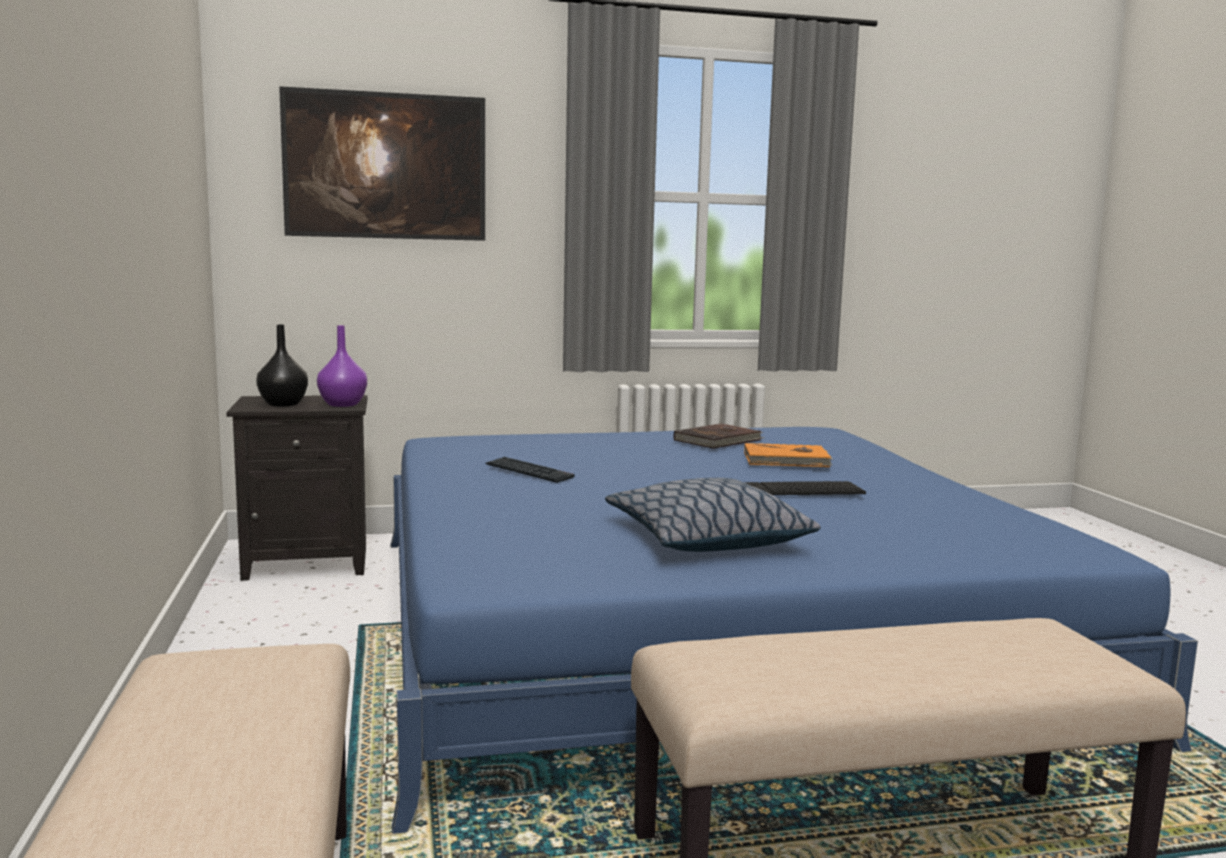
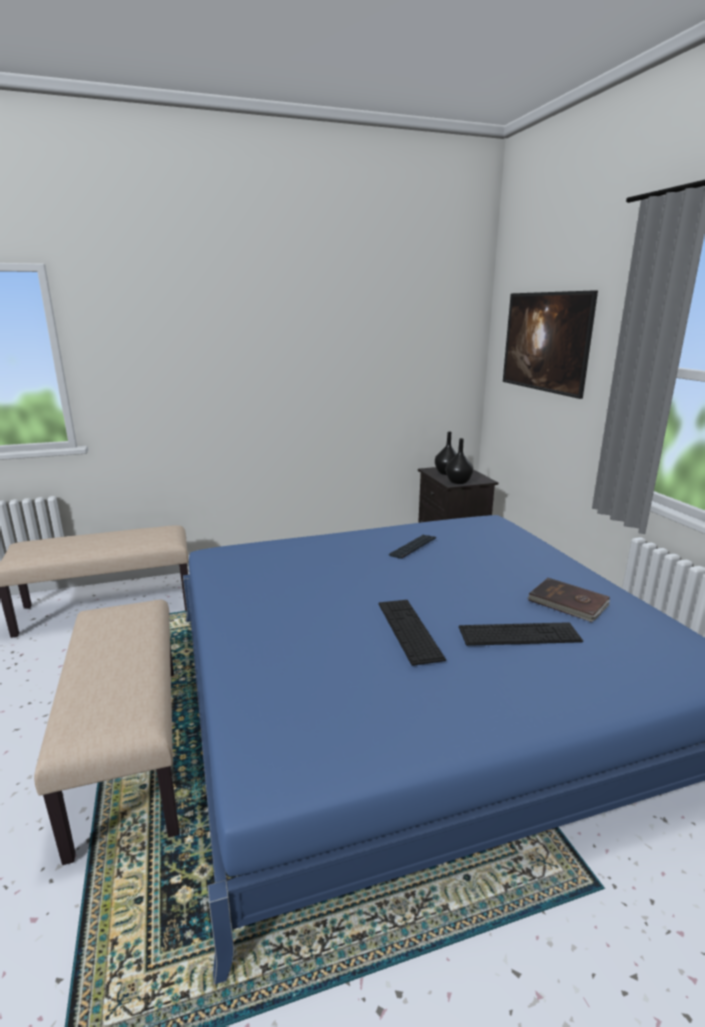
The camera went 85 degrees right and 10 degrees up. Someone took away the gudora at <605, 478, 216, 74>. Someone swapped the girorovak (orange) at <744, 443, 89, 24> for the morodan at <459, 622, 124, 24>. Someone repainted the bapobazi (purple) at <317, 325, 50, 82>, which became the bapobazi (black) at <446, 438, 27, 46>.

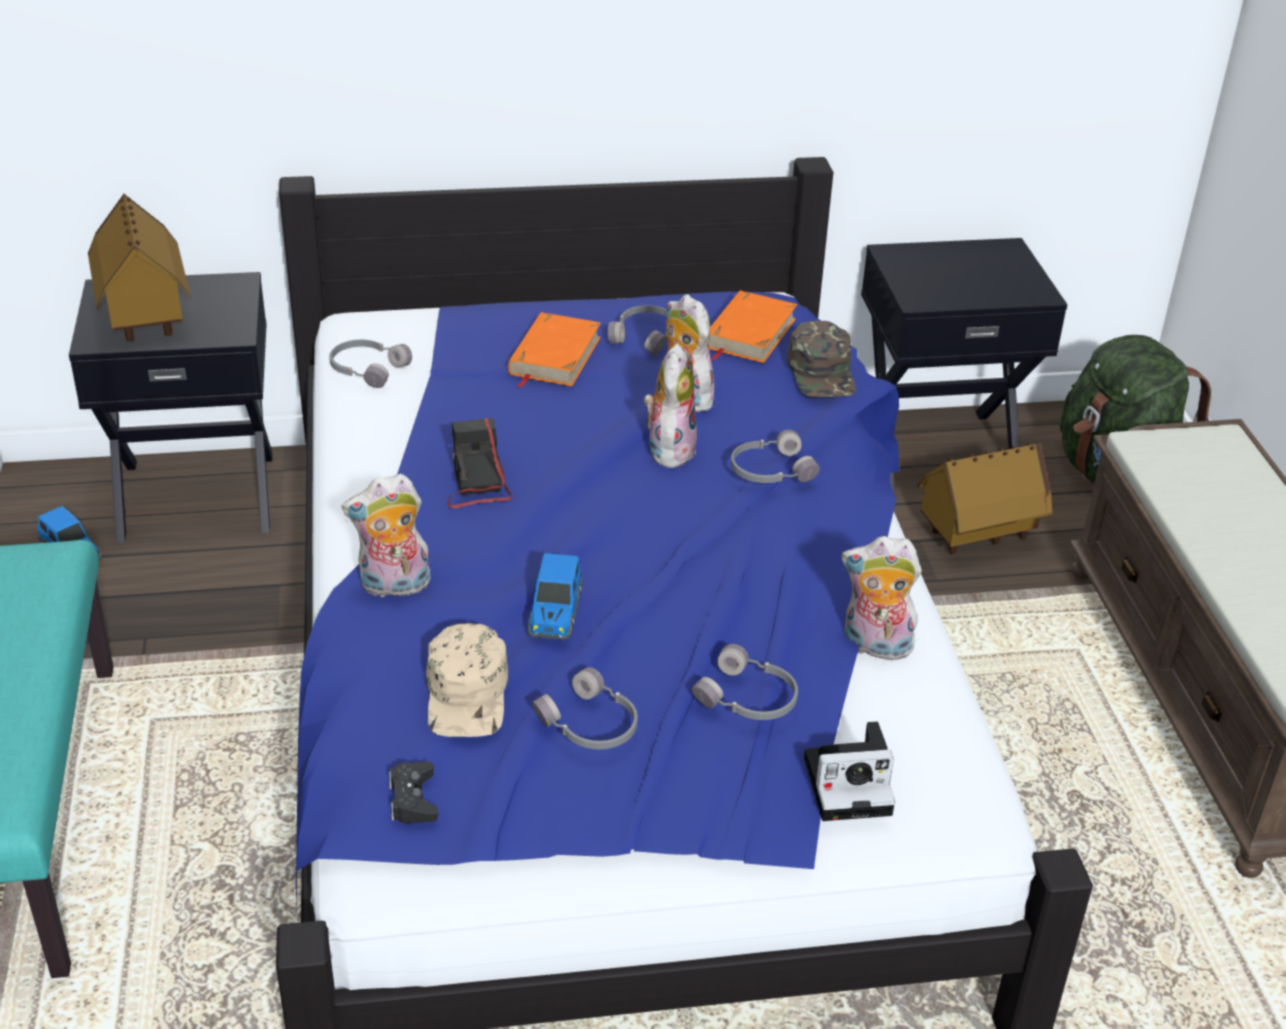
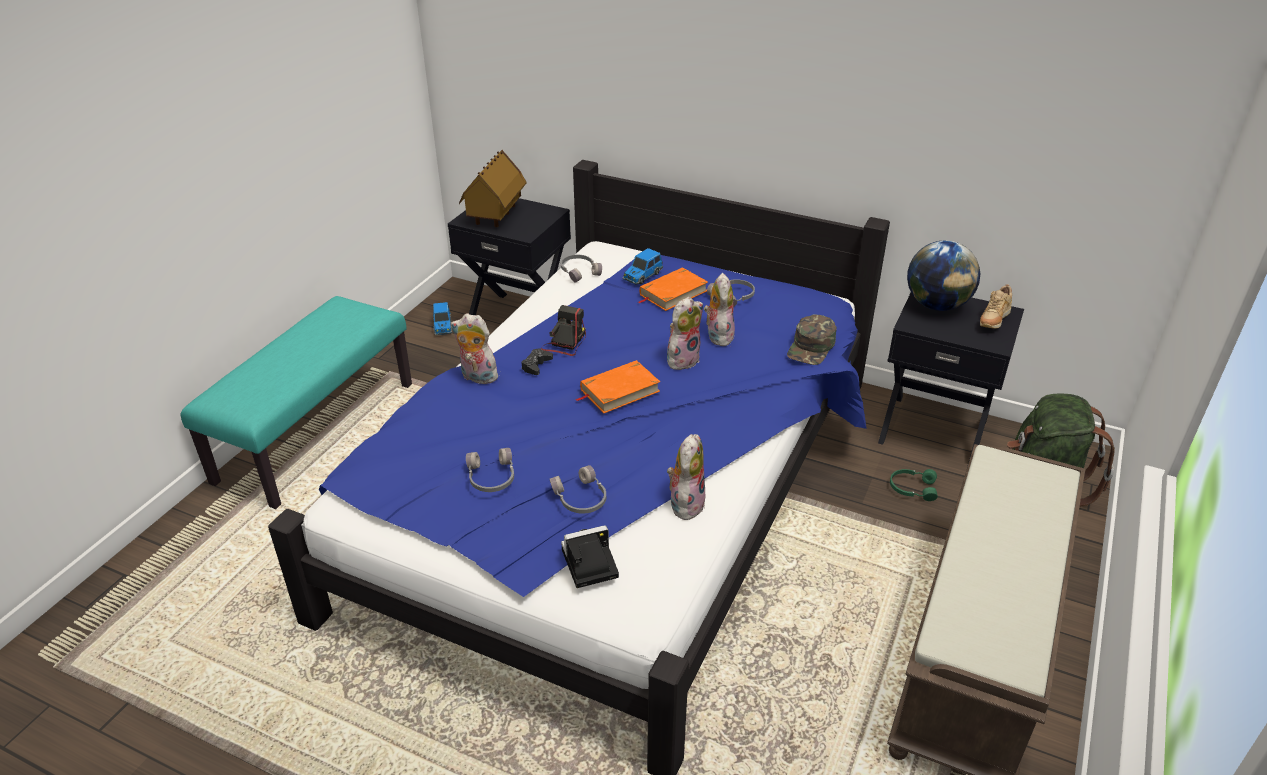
The camera went 35 degrees right and 0 degrees up. Someone took away the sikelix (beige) at <426, 623, 82, 114>. Someone took away the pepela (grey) at <731, 430, 89, 53>. Someone put down the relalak at <907, 241, 73, 70>. Someone put down the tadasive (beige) at <980, 284, 32, 45>. Someone carried the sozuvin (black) from <389, 761, 49, 63> to <522, 349, 31, 26>. Someone carried the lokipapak from <528, 553, 55, 87> to <623, 248, 40, 37>. Someone carried the girorovak (orange) from <709, 290, 88, 73> to <576, 360, 84, 53>. Someone swapped the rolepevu at <917, 443, 136, 111> for the pepela (green) at <890, 469, 48, 32>. Someone rotated the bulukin at <804, 721, 91, 100> by 135 degrees clockwise. Someone rotated the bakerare at <842, 536, 80, 124> by 60 degrees clockwise.

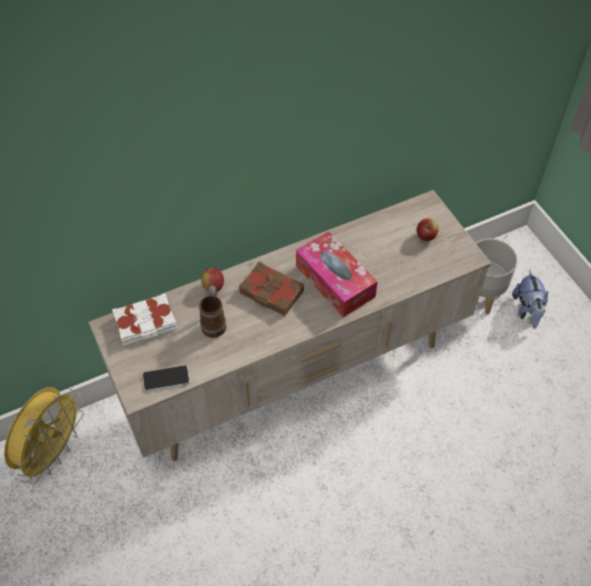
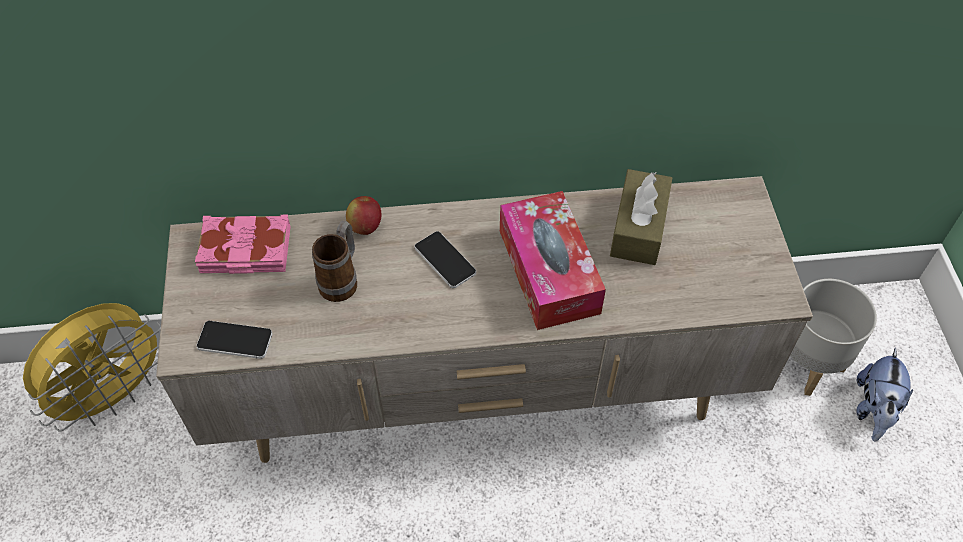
The camera went 20 degrees right and 0 degrees up. Someone took away the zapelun at <417, 219, 22, 22>. Someone put down the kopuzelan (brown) at <610, 169, 62, 96>. Someone swapped the girorovak (brown) at <239, 261, 65, 55> for the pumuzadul at <414, 231, 62, 57>. Someone repainted the girorovak (white) at <112, 293, 65, 53>, which became the girorovak (pink) at <195, 214, 96, 60>.

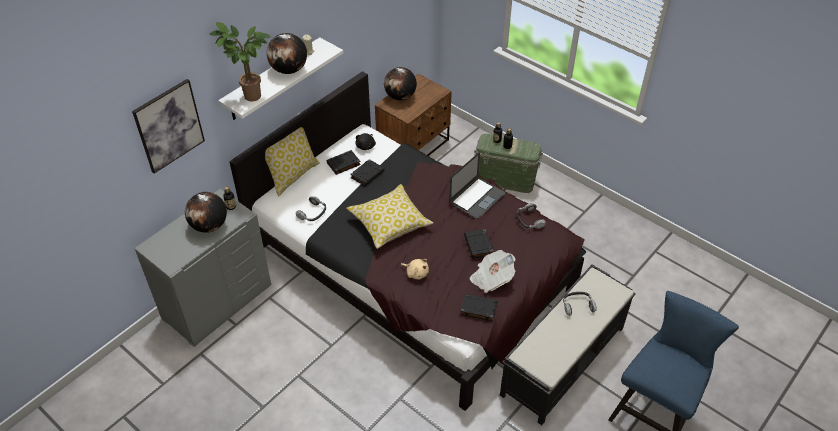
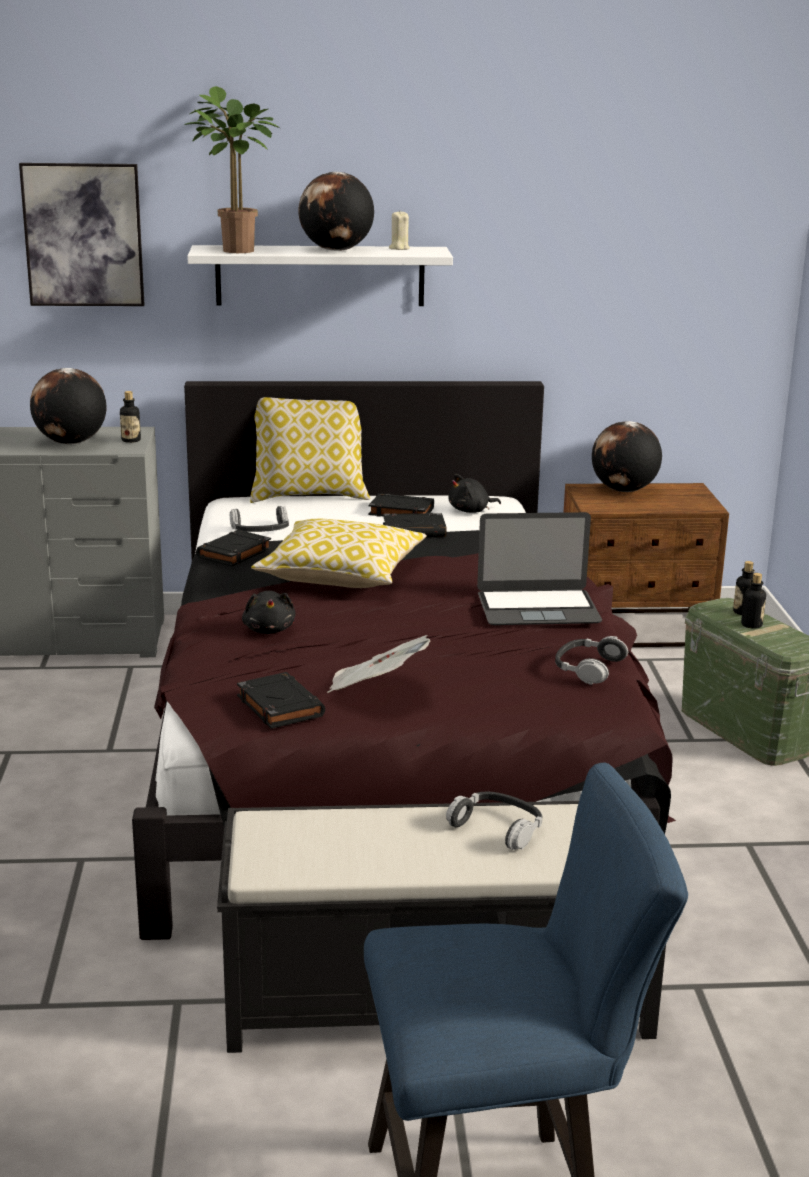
The camera went 45 degrees right and 25 degrees down. Someone carried the girorovak (black) from <464, 229, 30, 30> to <196, 530, 75, 37>. Someone repainted the bakerare (beige) at <401, 259, 28, 20>, which became the bakerare (black) at <242, 591, 54, 43>.

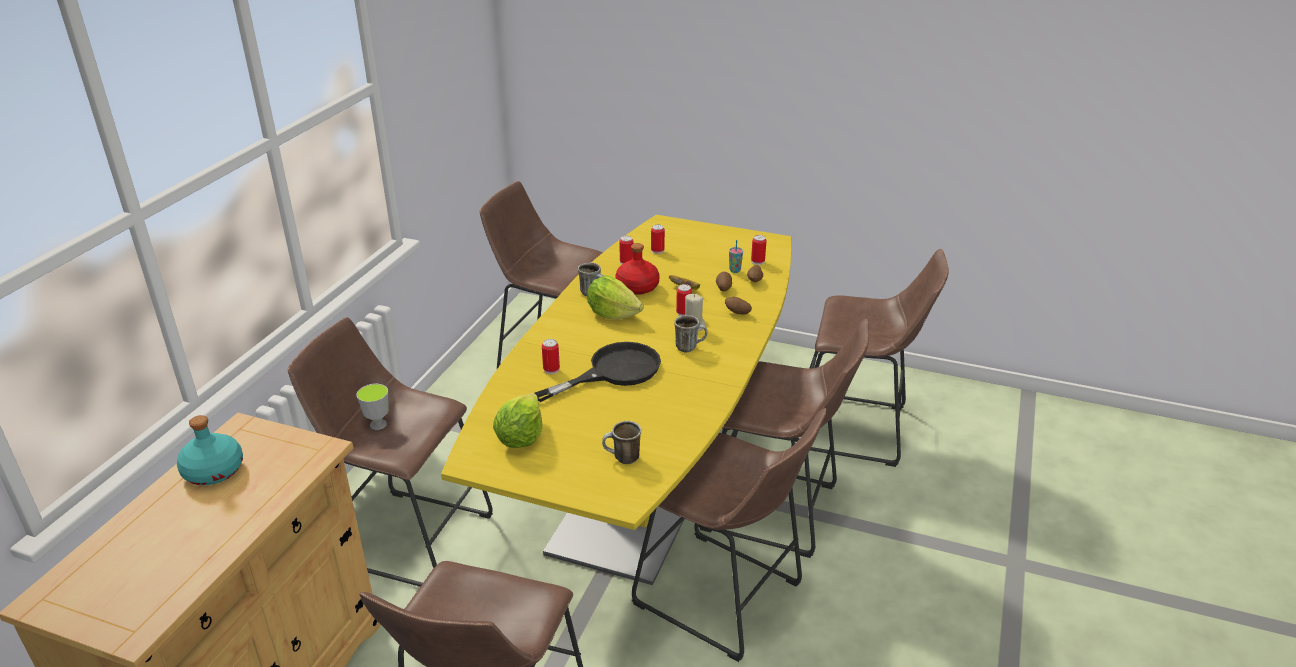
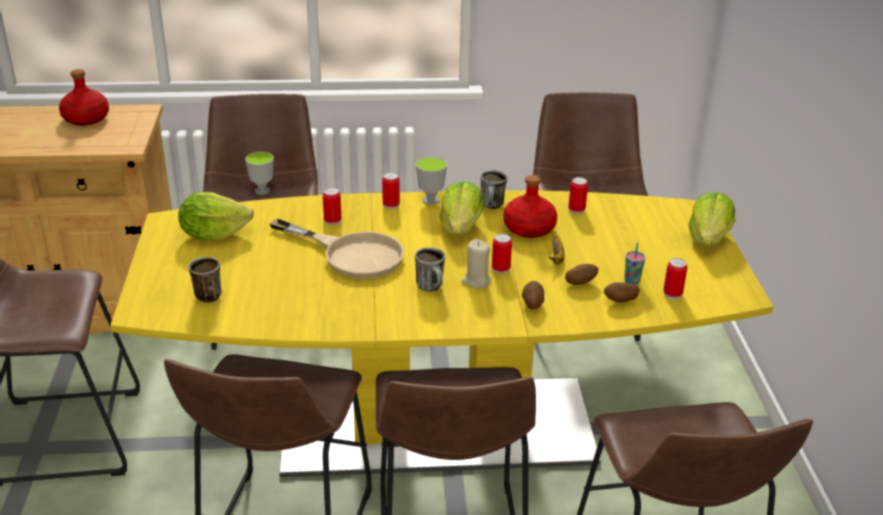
The camera went 65 degrees right and 0 degrees up. Someone put down the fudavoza at <416, 157, 31, 48>. Someone put down the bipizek at <688, 192, 47, 54>. Someone carried the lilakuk from <651, 224, 14, 30> to <382, 172, 18, 37>. Someone repainted the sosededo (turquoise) at <177, 415, 66, 70>, which became the sosededo (red) at <59, 69, 50, 57>. Someone repainted the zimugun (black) at <535, 342, 126, 60>, which became the zimugun (beige) at <270, 218, 134, 61>.

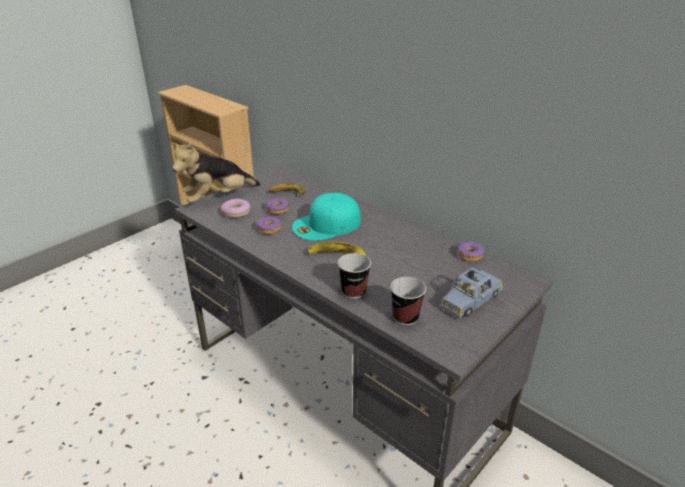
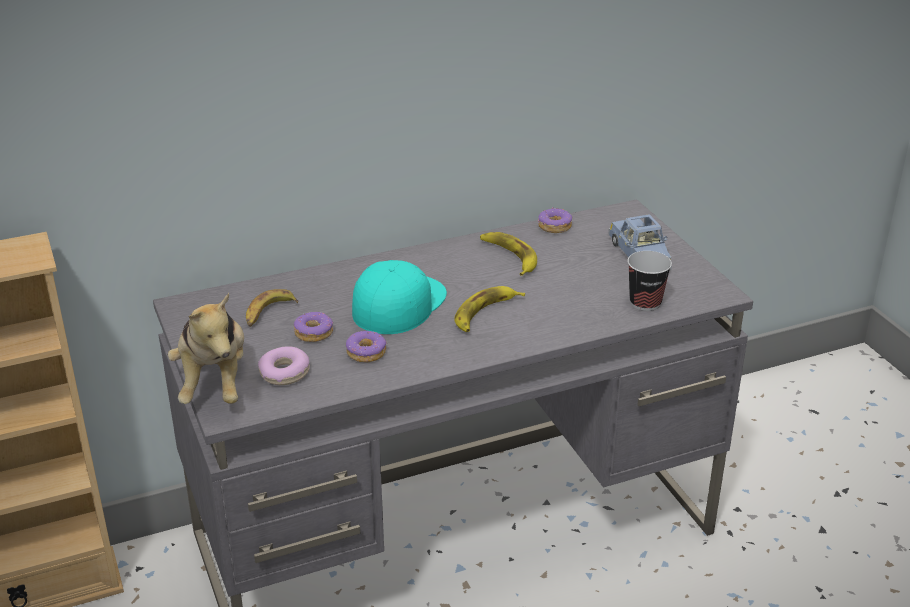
The camera went 65 degrees left and 0 degrees up. Someone took away the fudavoza at <338, 253, 33, 46>. Someone put down the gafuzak at <480, 232, 57, 44>. Someone rotated the sikelix (turquoise) at <292, 193, 69, 48> by 150 degrees counterclockwise.

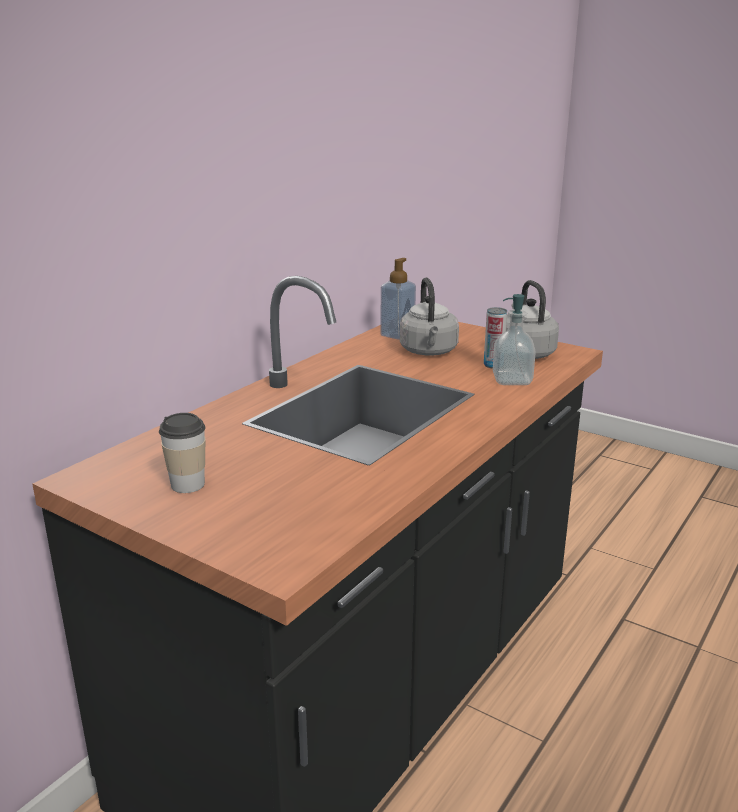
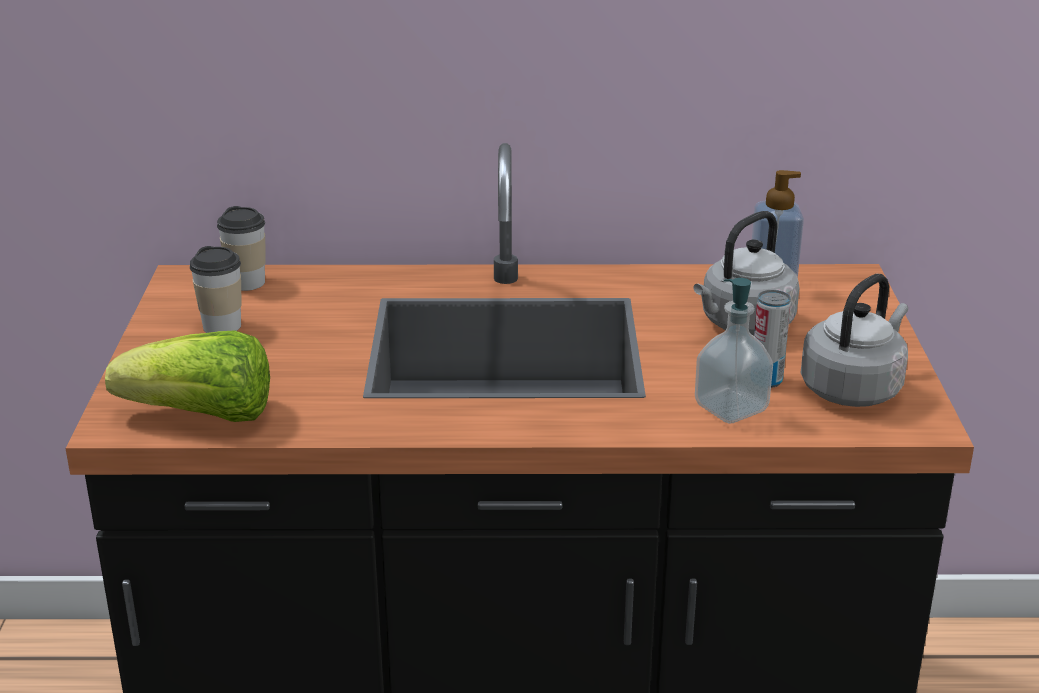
The camera went 55 degrees right and 5 degrees up. Someone put down the bipizek at <105, 330, 165, 92>. Someone put down the fudavoza at <217, 206, 49, 85>.

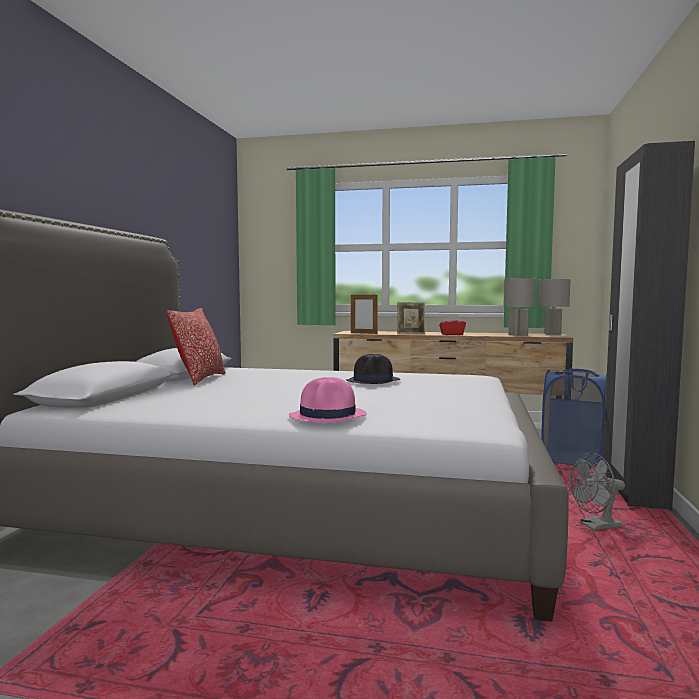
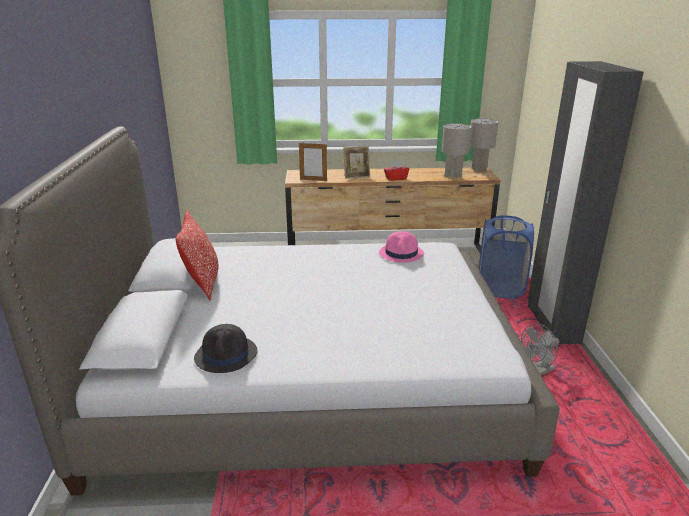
The camera went 15 degrees left and 20 degrees up. Someone carried the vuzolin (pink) from <289, 377, 78, 46> to <379, 231, 45, 32>. Someone carried the vuzolin (black) from <346, 354, 55, 30> to <194, 324, 63, 49>.

